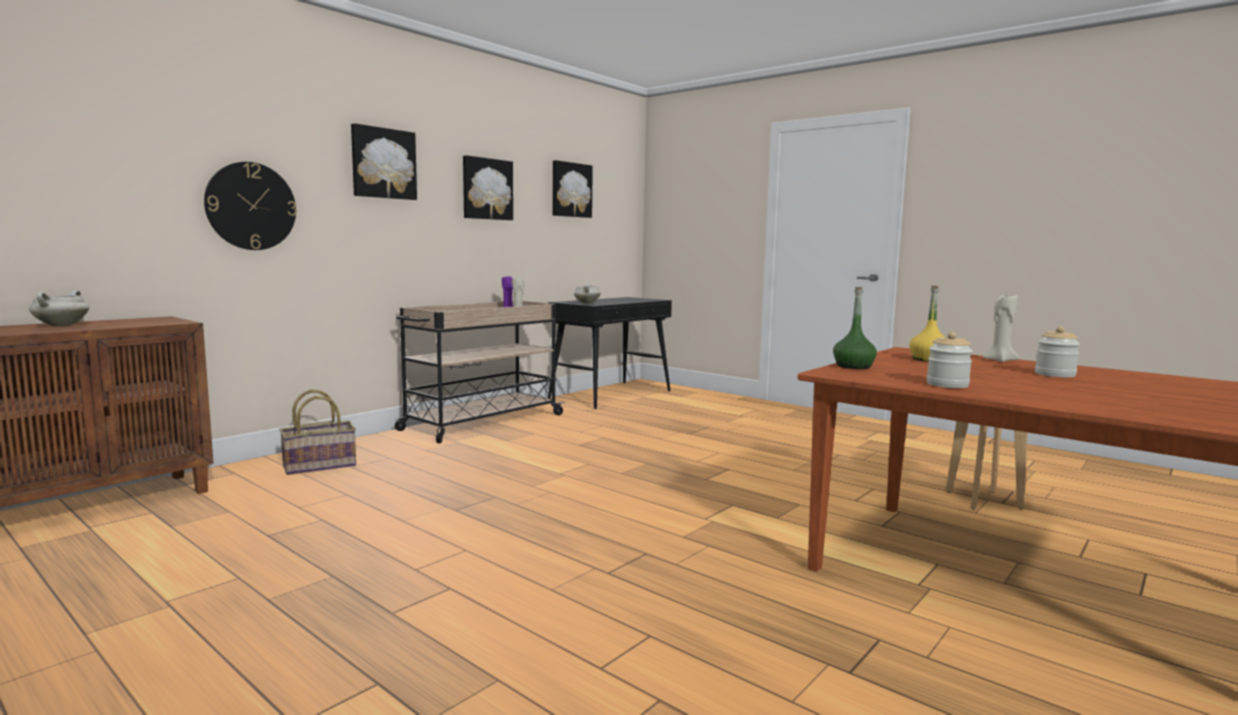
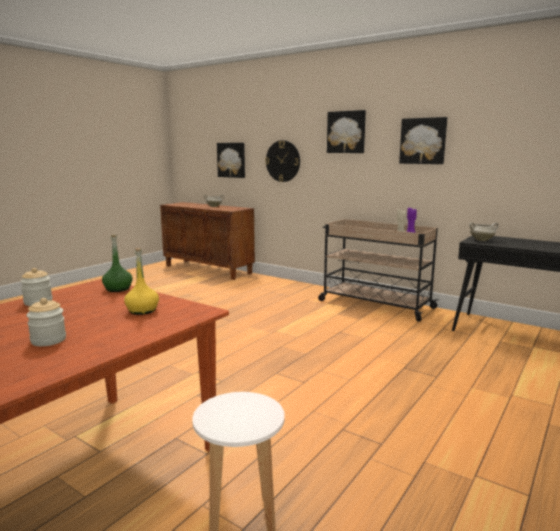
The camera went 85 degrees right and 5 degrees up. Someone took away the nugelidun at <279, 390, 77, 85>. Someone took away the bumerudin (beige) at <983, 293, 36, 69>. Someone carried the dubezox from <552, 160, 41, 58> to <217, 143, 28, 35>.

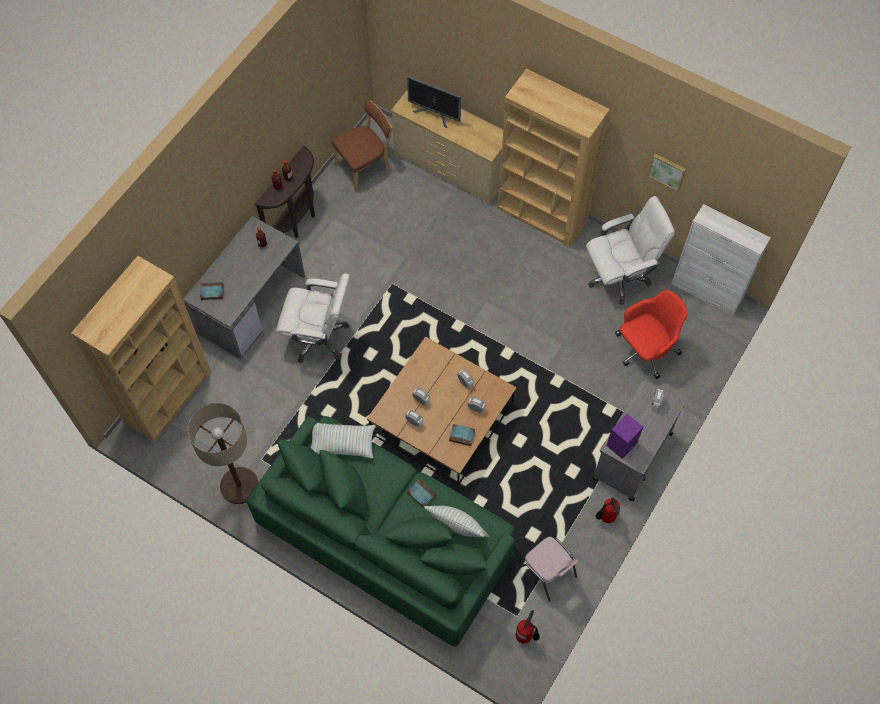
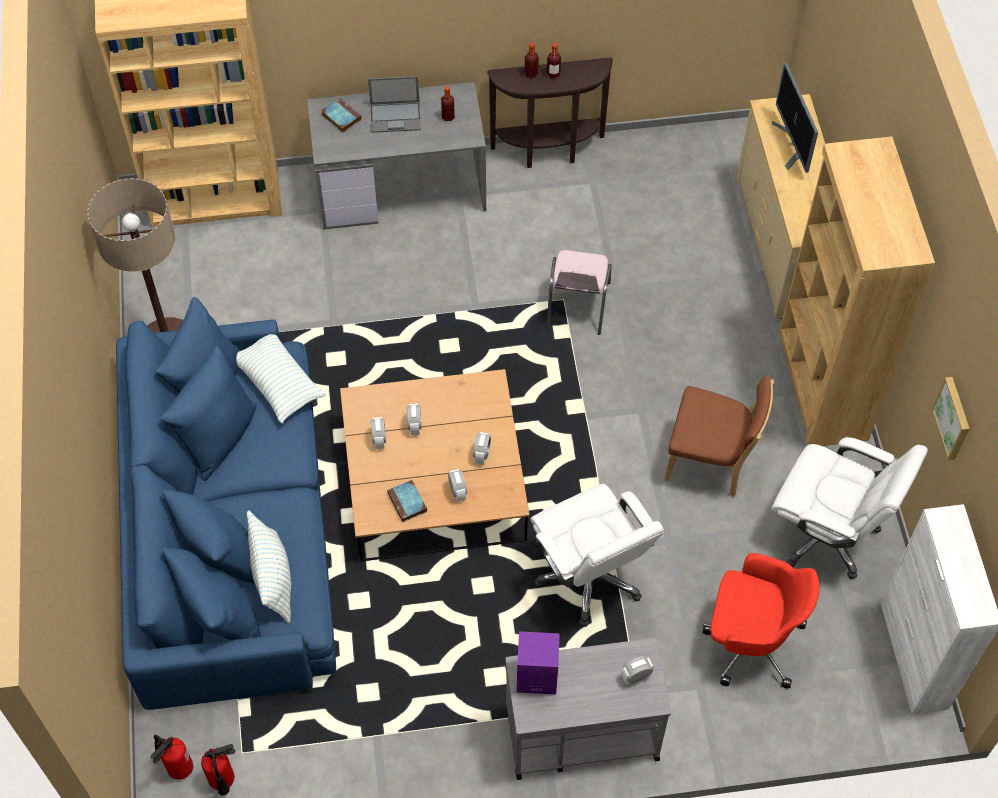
The camera went 50 degrees right and 5 degrees down. Someone took away the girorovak at <407, 479, 29, 29>. Someone put down the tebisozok at <368, 76, 53, 57>. Someone carried the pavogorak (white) from <276, 273, 74, 90> to <531, 484, 133, 143>. Someone carried the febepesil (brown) from <331, 100, 61, 91> to <664, 375, 110, 122>. Someone carried the febepesil (pink) from <516, 537, 62, 64> to <547, 250, 65, 85>. Someone carried the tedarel from <596, 498, 24, 25> to <151, 735, 42, 45>. Someone repainted the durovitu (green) at <247, 416, 268, 231>, which became the durovitu (blue) at <116, 297, 220, 413>.

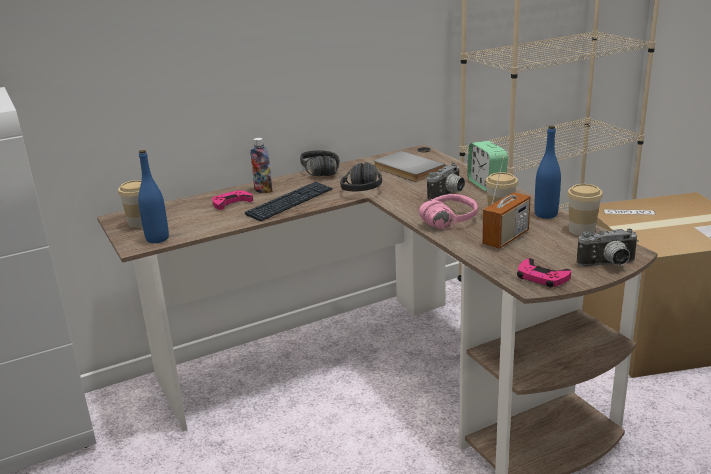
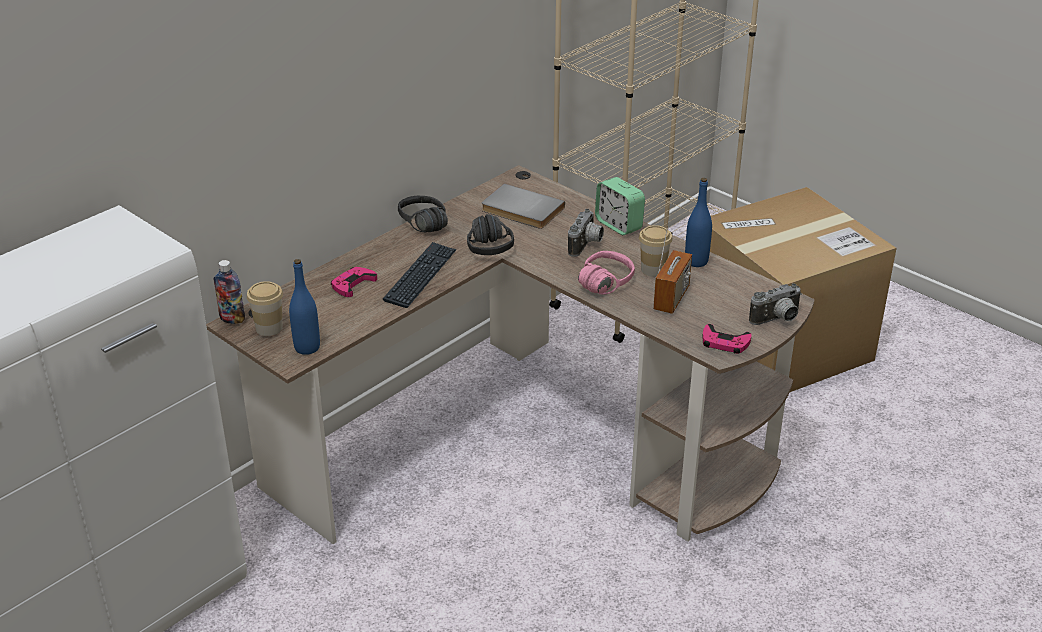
The camera went 20 degrees left and 10 degrees up. Someone took away the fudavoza at <567, 184, 36, 51>. Someone carried the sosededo from <250, 138, 22, 55> to <213, 260, 32, 64>.

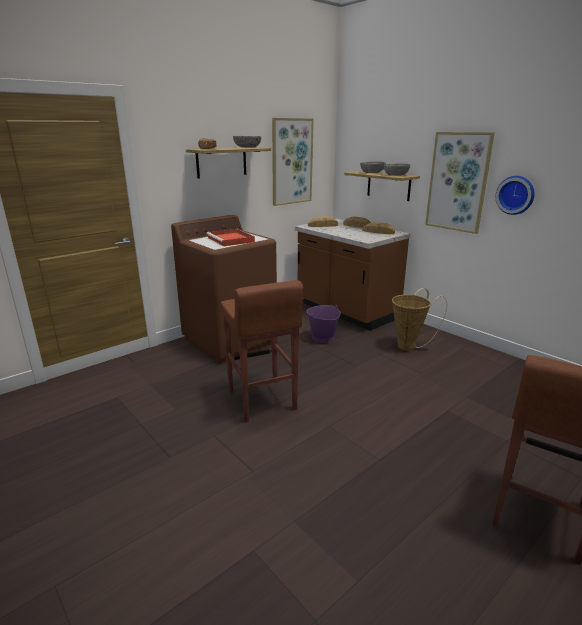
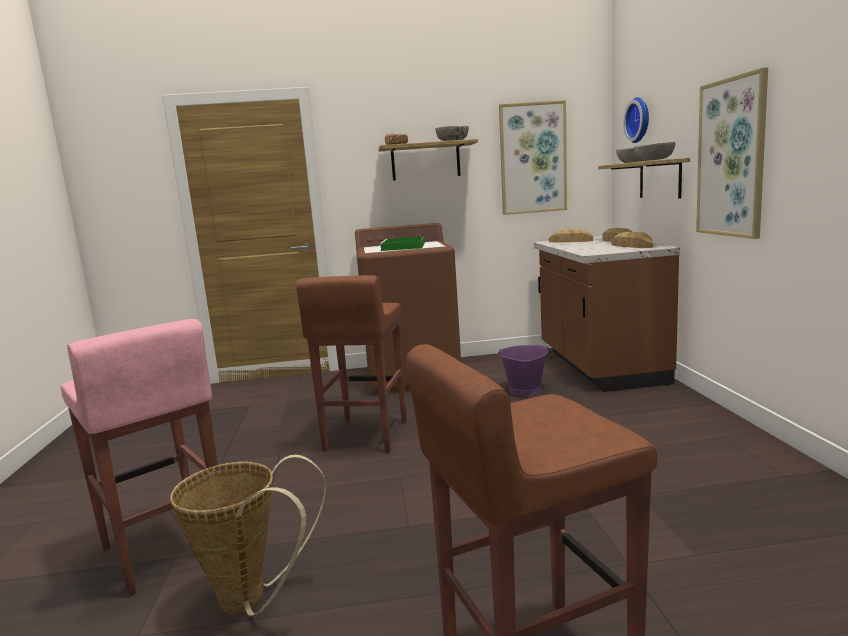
The camera went 35 degrees right and 10 degrees down. Someone put down the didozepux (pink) at <61, 319, 157, 277>. Someone carried the nugelidun from <392, 288, 55, 63> to <170, 455, 156, 161>. Someone carried the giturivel from <496, 176, 39, 39> to <623, 97, 26, 46>. Someone repainted the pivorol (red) at <206, 229, 49, 17>, which became the pivorol (green) at <379, 236, 46, 15>.

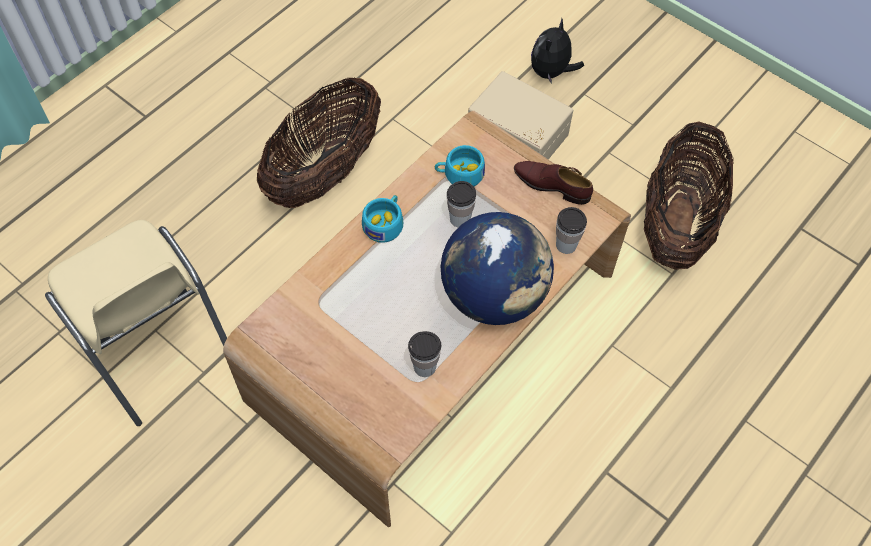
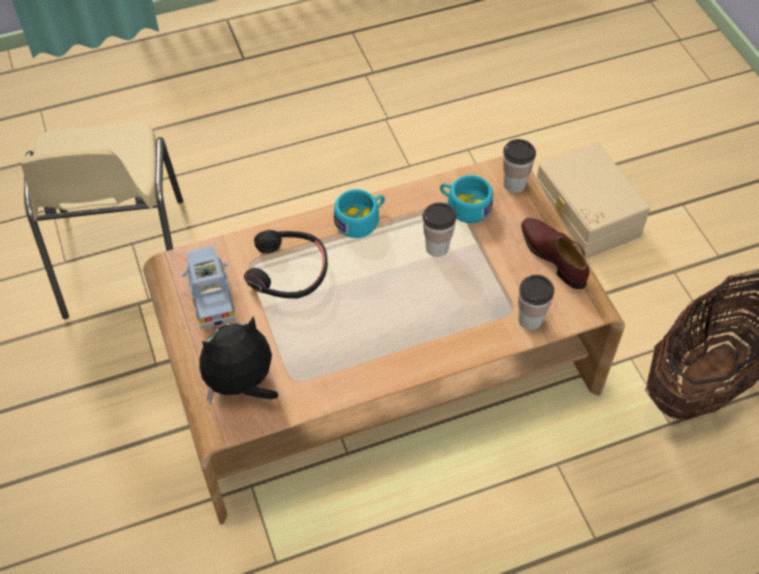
The camera went 30 degrees right and 5 degrees down. Someone took away the nugelidun at <257, 77, 124, 131>. Someone took away the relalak at <440, 212, 114, 113>. Someone put down the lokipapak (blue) at <182, 246, 54, 84>. Someone put down the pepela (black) at <244, 230, 84, 69>. Someone carried the fudavoza from <408, 331, 33, 46> to <503, 139, 33, 54>. Someone carried the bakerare from <531, 19, 53, 65> to <199, 316, 79, 89>.

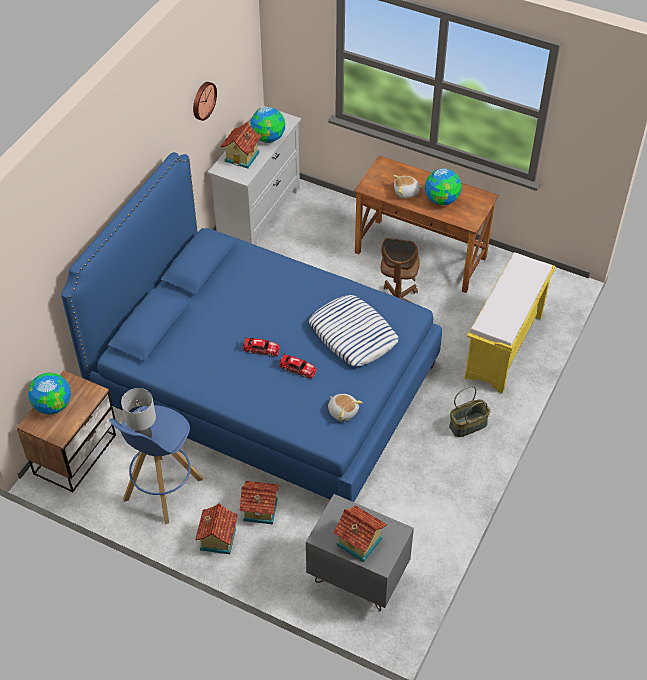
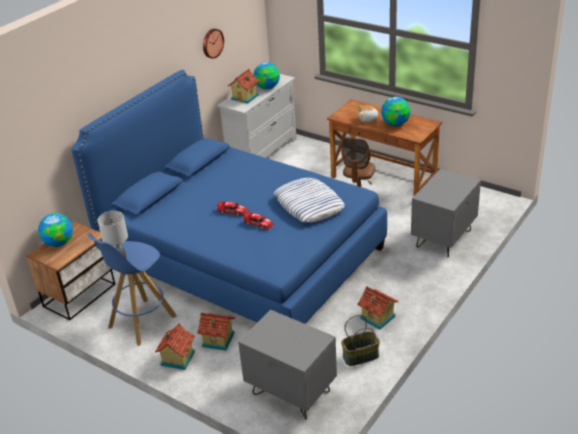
The camera went 10 degrees right and 15 degrees down. Someone took away the bakerare at <328, 394, 35, 28>. Someone carried the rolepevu from <333, 505, 54, 57> to <357, 286, 41, 43>. Someone carried the nugelidun from <449, 386, 42, 51> to <341, 315, 39, 51>. Someone swapped the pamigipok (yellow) at <464, 253, 91, 140> for the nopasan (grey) at <411, 168, 70, 89>.

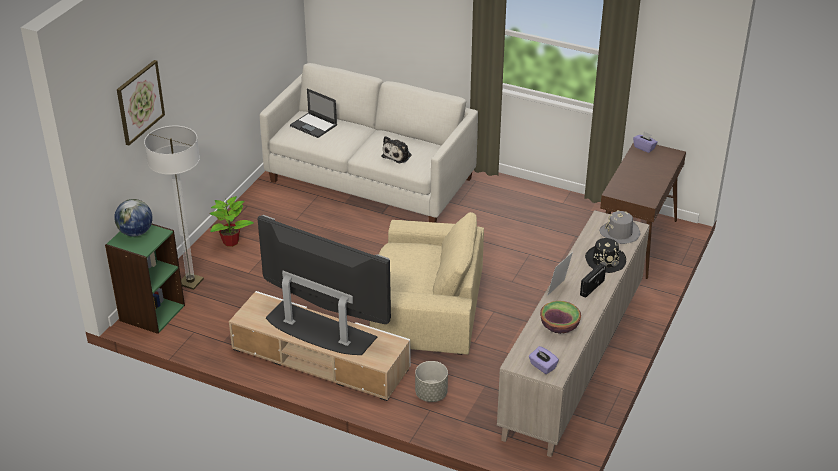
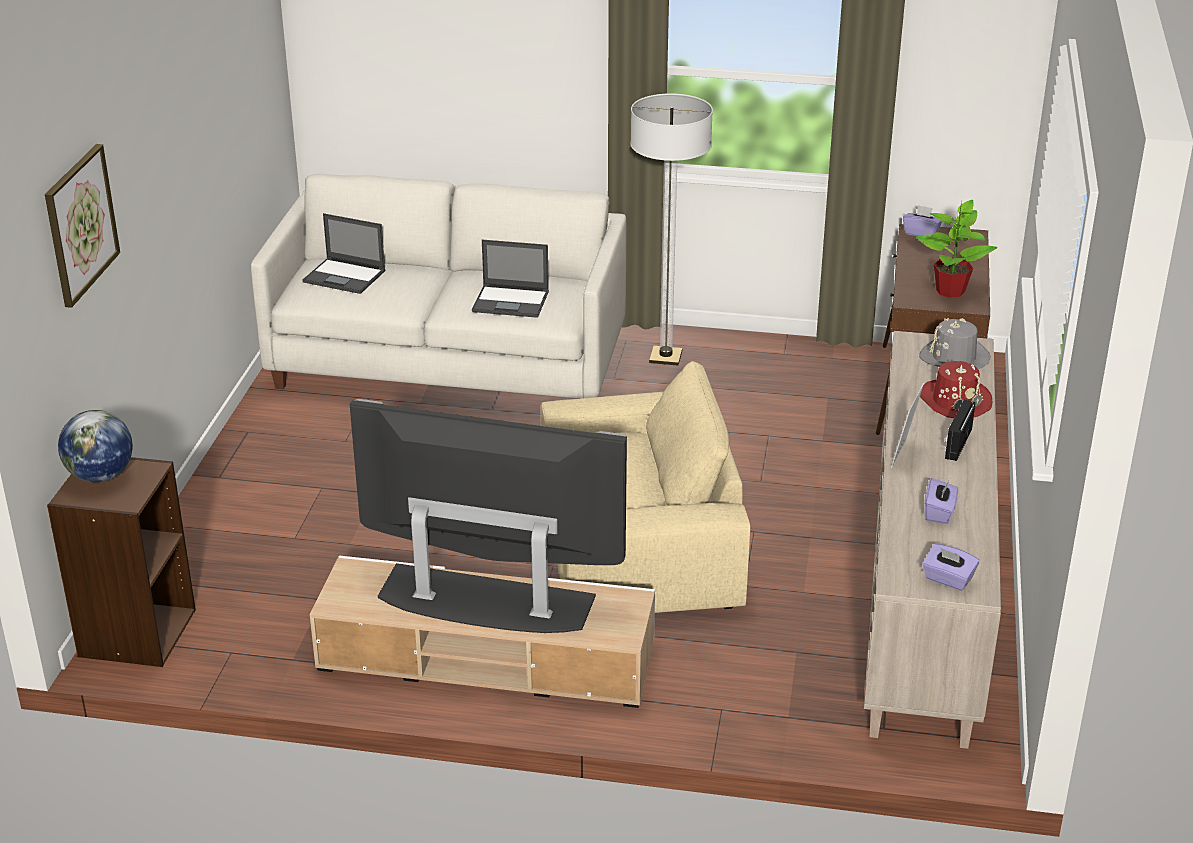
The camera went 15 degrees left and 5 degrees down. Someone took away the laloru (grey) at <415, 361, 33, 41>. Someone carried the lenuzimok from <144, 126, 60, 164> to <630, 93, 83, 273>. Someone carried the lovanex from <209, 196, 45, 51> to <916, 200, 81, 98>. Someone swapped the bakerare at <382, 136, 30, 27> for the tebisozok at <472, 240, 77, 78>. Someone swapped the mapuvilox at <540, 301, 41, 33> for the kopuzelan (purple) at <924, 478, 34, 46>. Someone repainted the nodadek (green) at <105, 224, 80, 110>, which became the nodadek (brown) at <47, 457, 149, 210>. Someone repainted the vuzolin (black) at <585, 238, 41, 35>, which became the vuzolin (red) at <920, 361, 72, 57>.

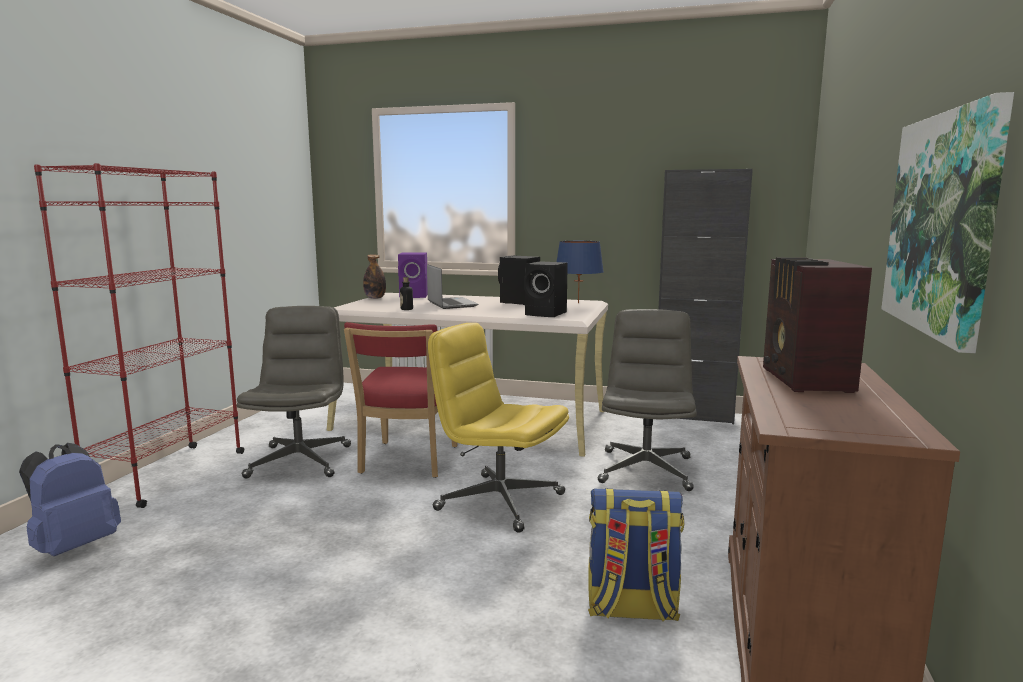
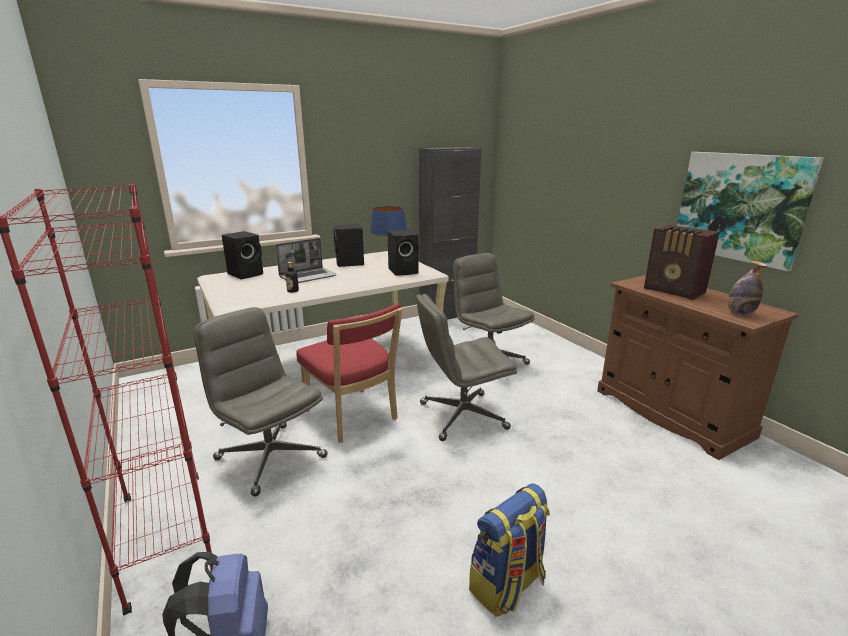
The camera went 45 degrees left and 10 degrees up. Someone carried the sosededo from <363, 254, 23, 45> to <728, 261, 39, 54>. Someone carried the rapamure from <588, 488, 96, 134> to <469, 484, 81, 133>. Someone repainted the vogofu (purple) at <398, 253, 30, 45>, which became the vogofu (black) at <222, 231, 41, 48>. Someone repainted the pavogorak (yellow) at <428, 323, 141, 210>, which became the pavogorak (grey) at <416, 294, 101, 147>. Someone rotated the tebisozok at <427, 264, 52, 45> by 120 degrees clockwise.

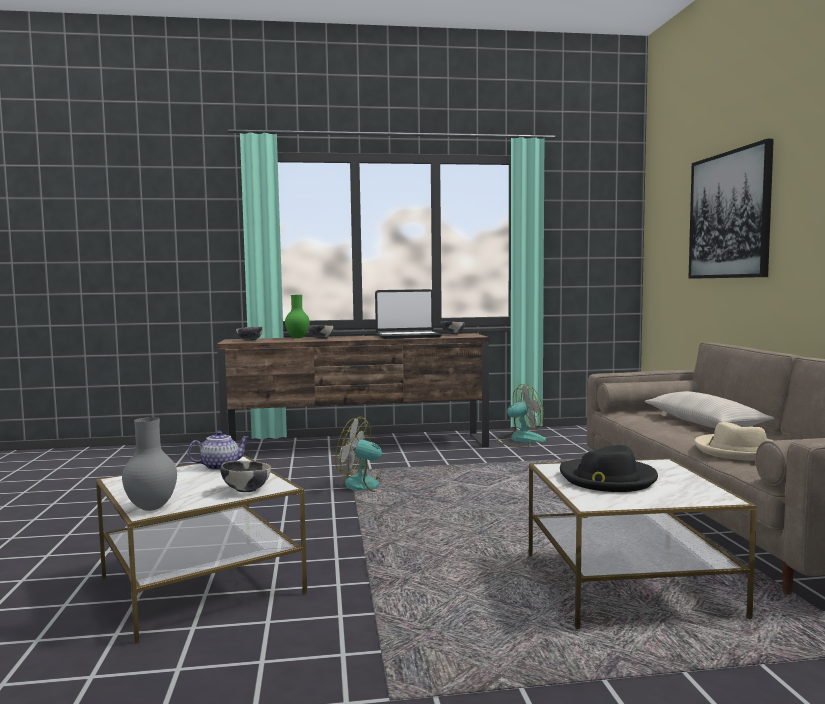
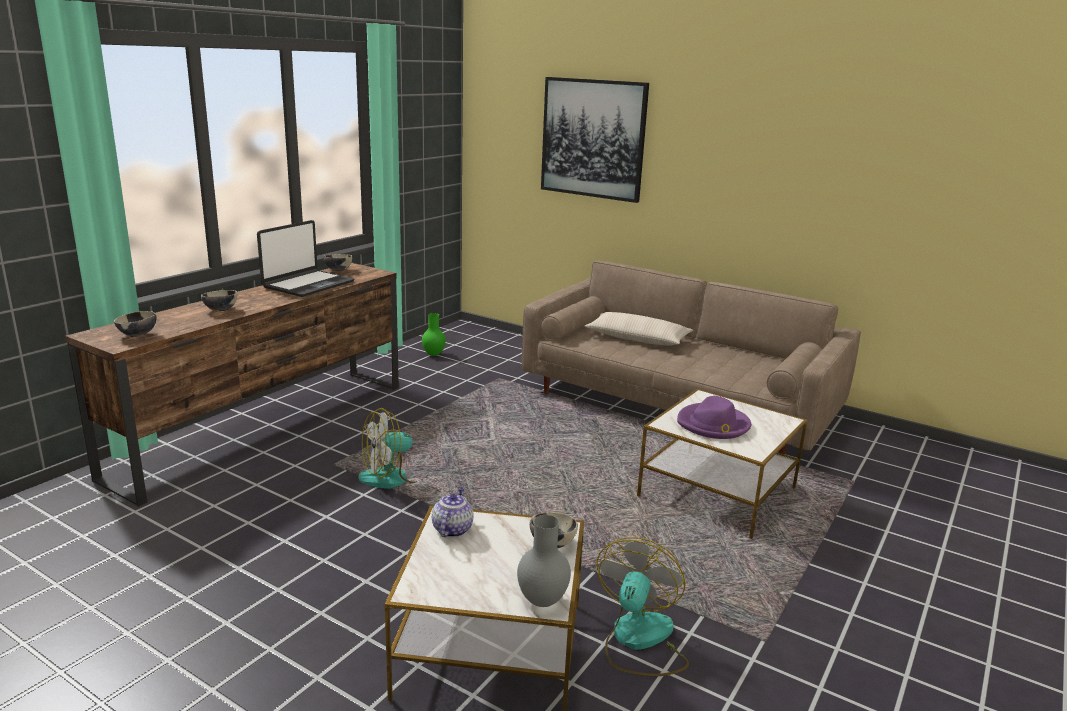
The camera went 50 degrees left and 15 degrees up. Someone took away the vuzolin (beige) at <694, 422, 80, 39>. Someone carried the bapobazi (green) from <285, 295, 25, 43> to <422, 313, 24, 43>. Someone carried the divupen from <496, 384, 50, 63> to <597, 537, 92, 139>. Someone repainted the vuzolin (black) at <560, 445, 98, 47>, which became the vuzolin (purple) at <677, 396, 74, 43>.

